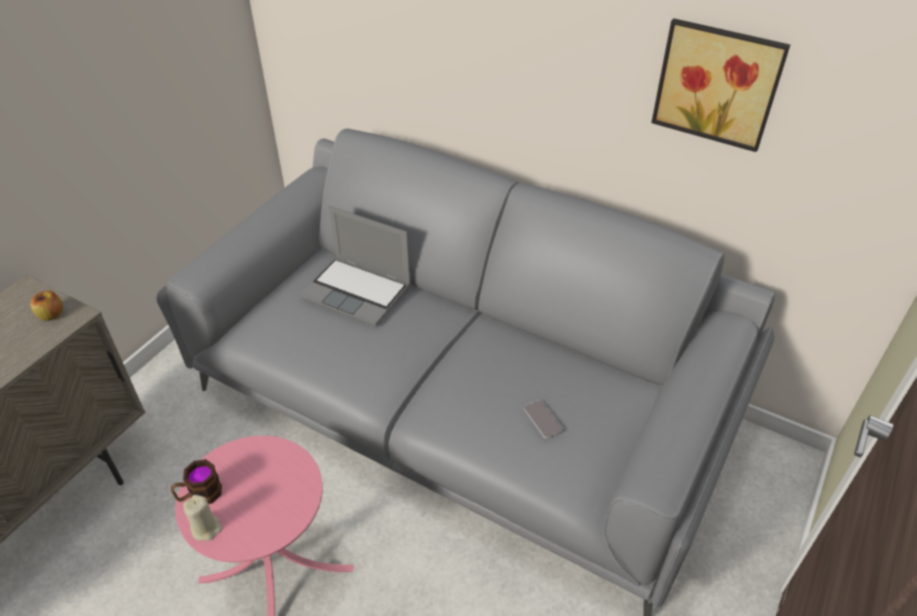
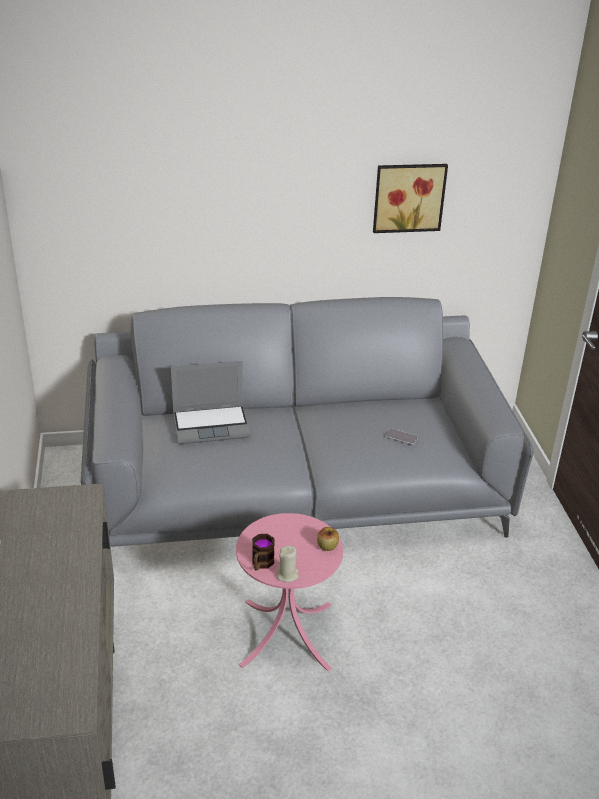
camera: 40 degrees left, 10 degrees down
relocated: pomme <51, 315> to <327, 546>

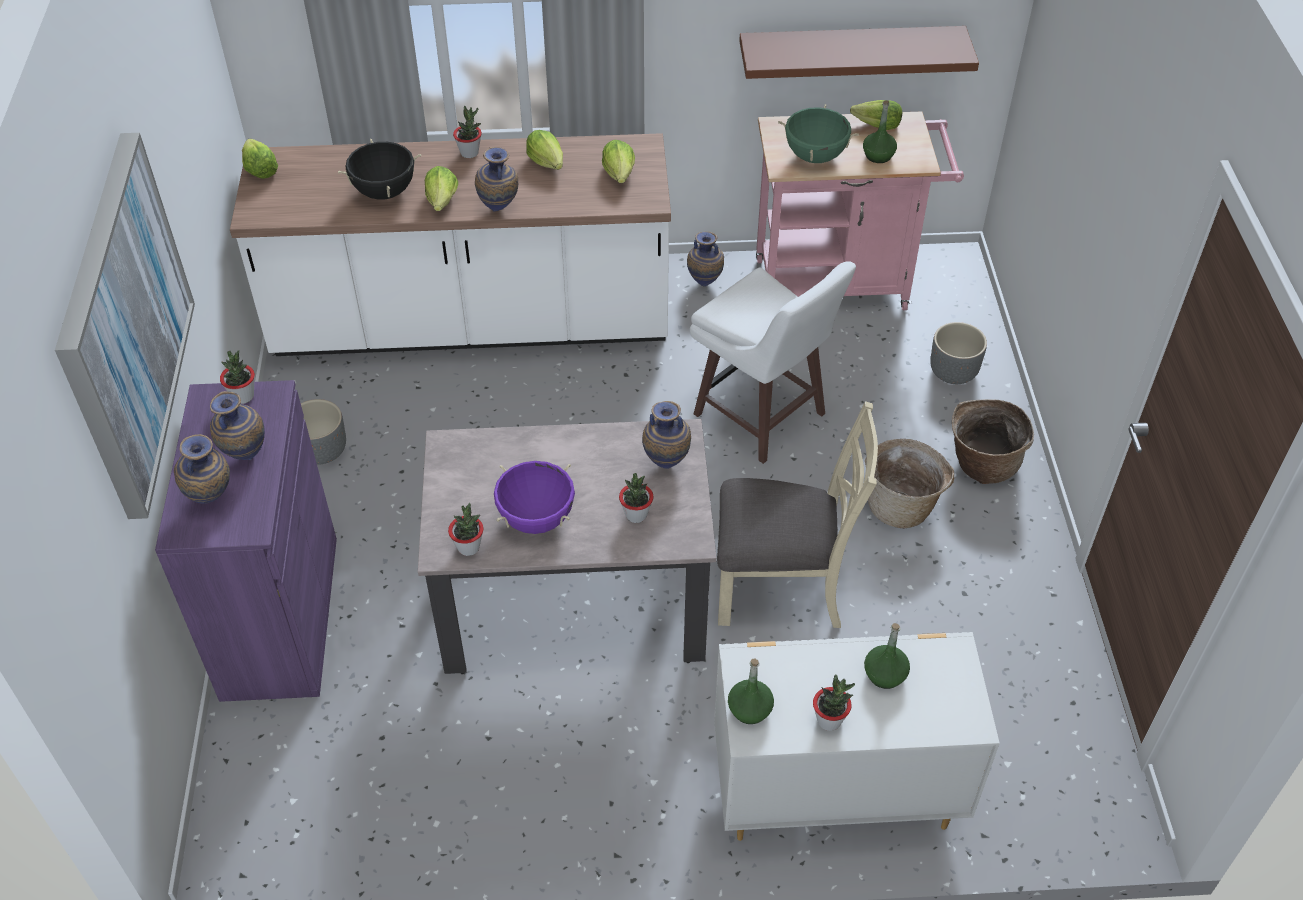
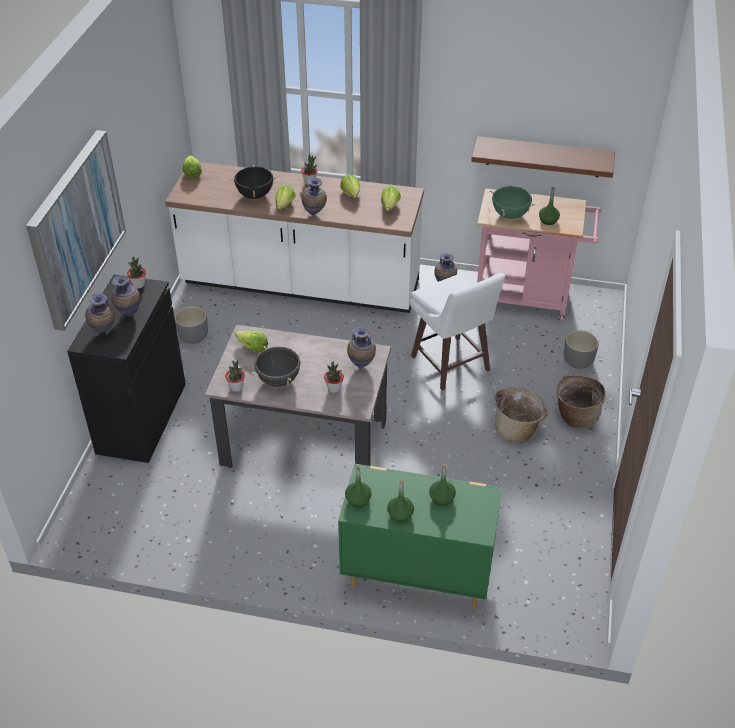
camera: 15 degrees right, 5 degrees down
missing: chaise [beige] <781, 585>
relocated: laitue <876, 126> to <252, 347>
exchanged: plante en pot <829, 720> to bouteille [vert] <400, 514>
colour: meuble de rangement [violet] <280, 616> to meuble de rangement [noir] <141, 418>; marmite [violet] <536, 518> to marmite [noir] <278, 380>; commode [blanc] <833, 792> to commode [vert] <416, 574>

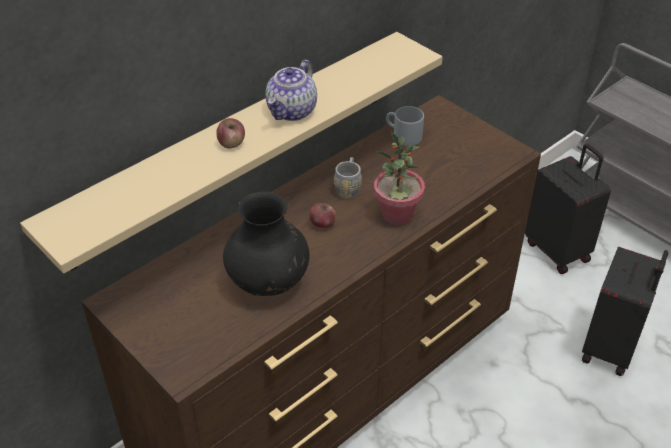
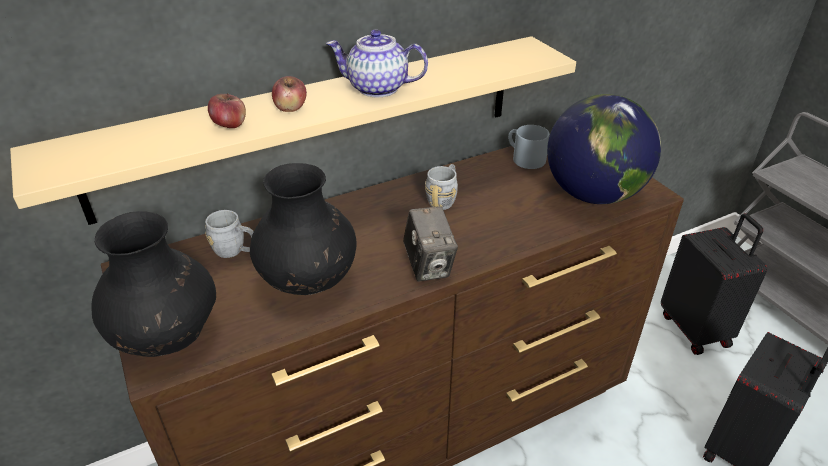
camera: 15 degrees right, 5 degrees down
missing: plante en pot <397, 215>
appeared: globe <593, 194>; appareil photo <429, 266>; mug [gris] <236, 251>; vase [noir] <168, 338>
relocated: pomme <322, 224> to <230, 125>
spun: théière <292, 111> = <377, 88> 60 degrees clockwise

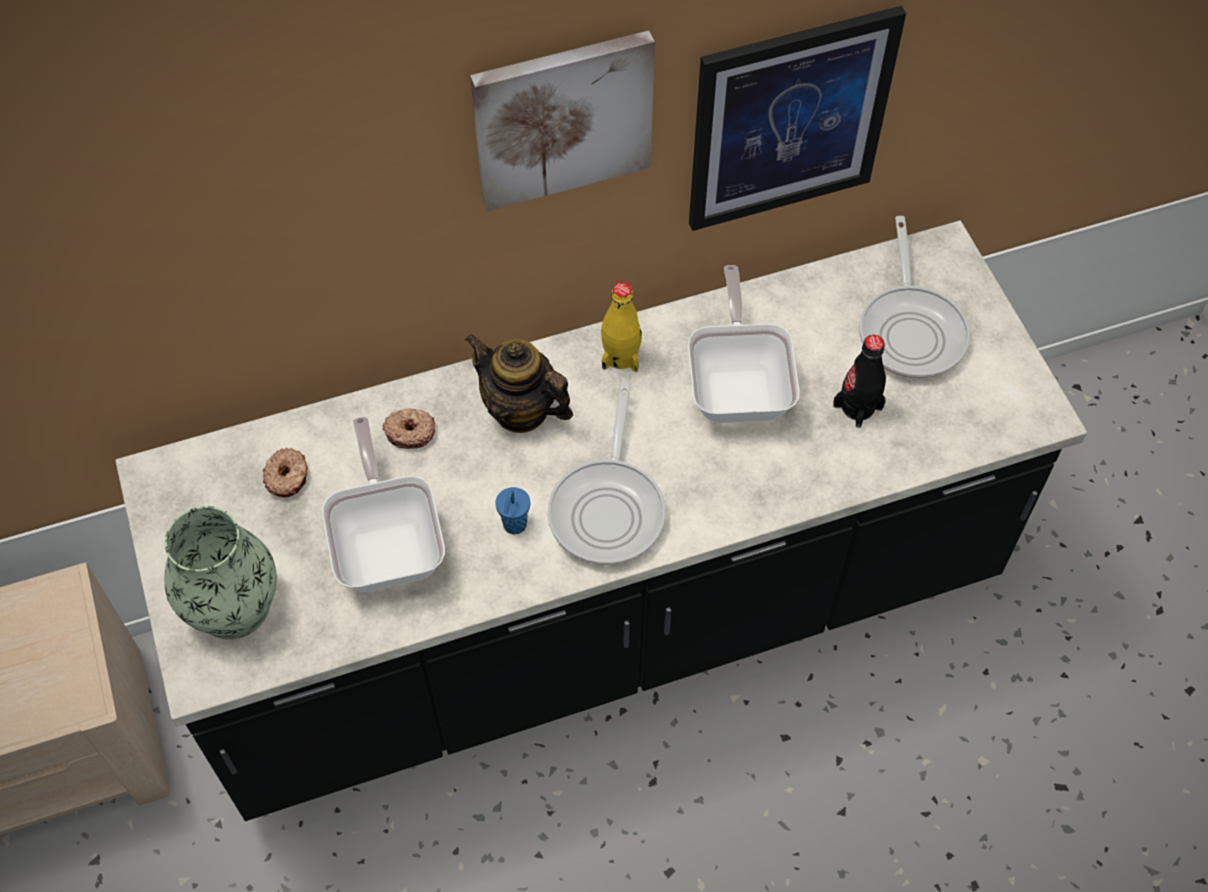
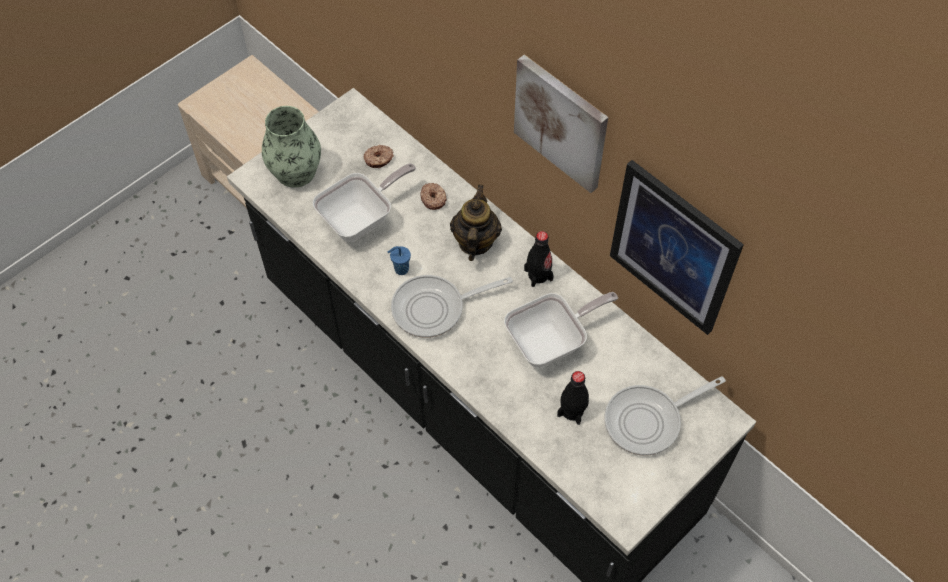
camera: 65 degrees right, 0 degrees up
colour: bouteille [jaune] <621, 355> to bouteille [noir] <538, 275>

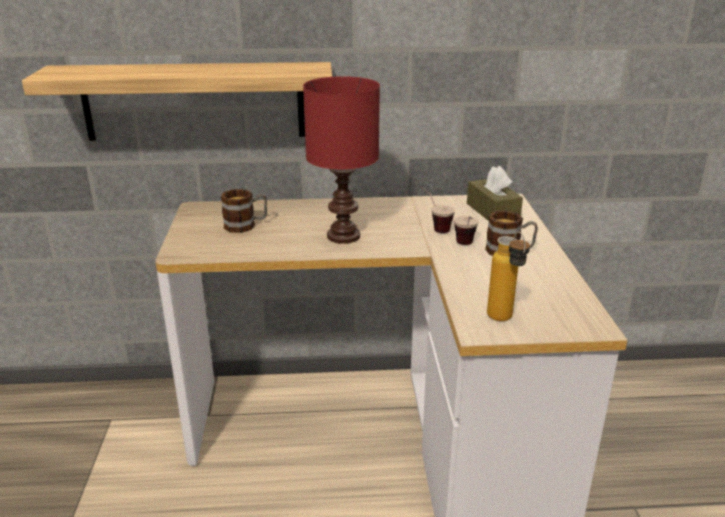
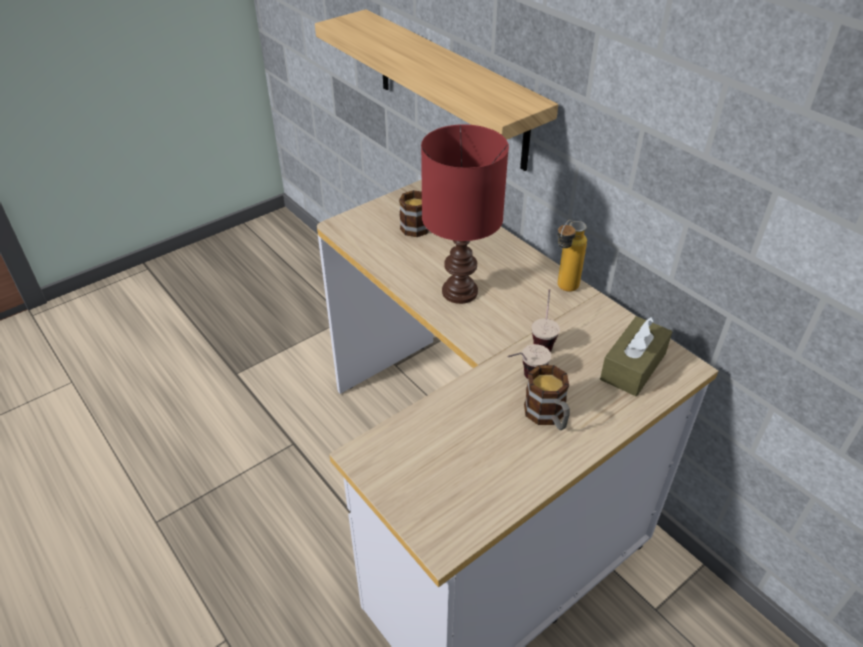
camera: 55 degrees right, 15 degrees up
relocated: bouteille <504, 321> to <563, 290>

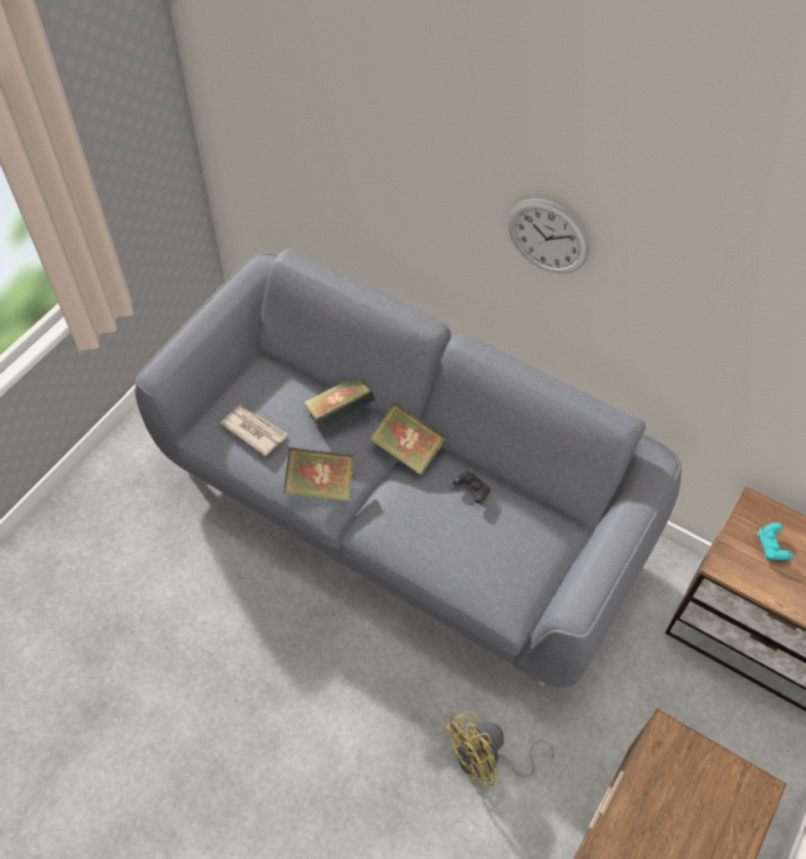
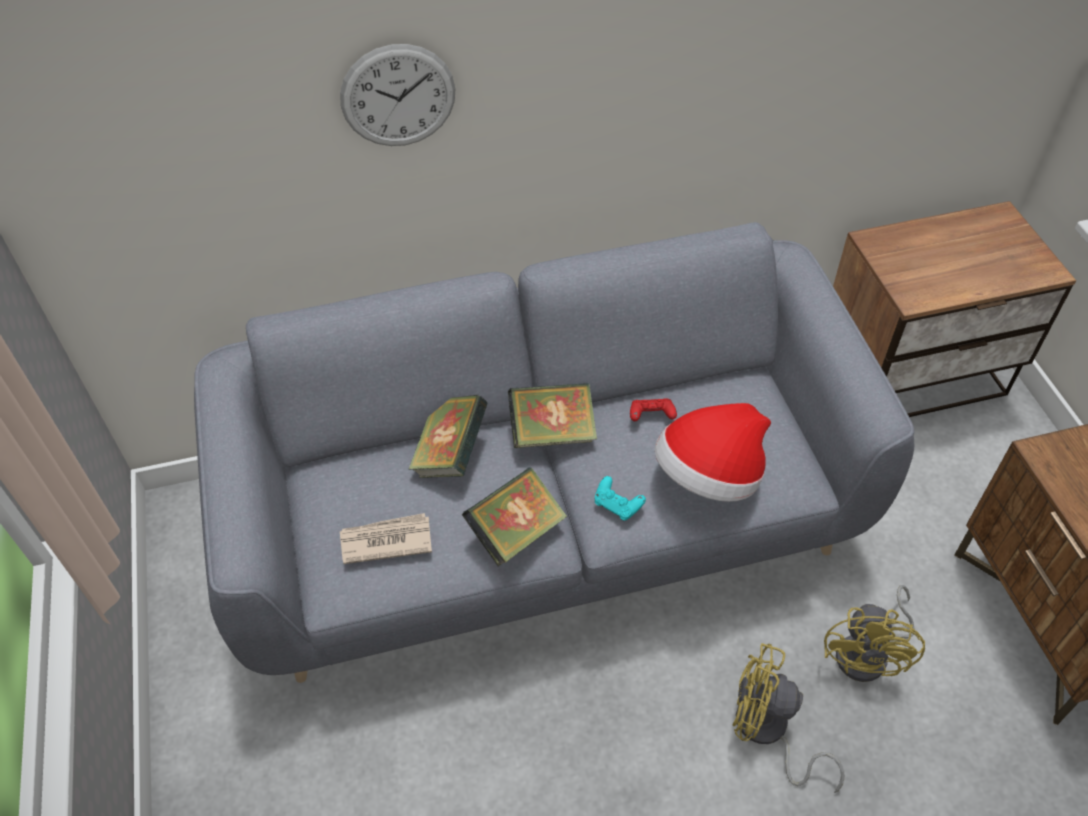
camera: 45 degrees left, 5 degrees down
appeared: chapeau <710, 476>; ventilateur [jaune] <767, 732>
relocated: horloge murale <548, 236> to <398, 96>; manette [turquoise] <771, 547> to <617, 505>
colour: manette [noir] <471, 490> to manette [rouge] <651, 416>

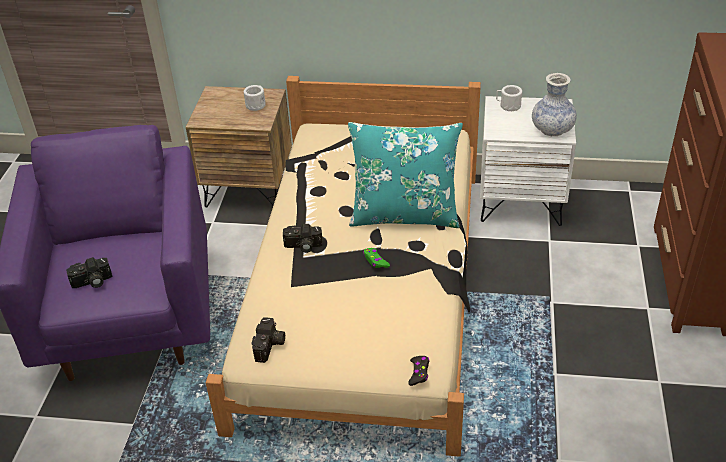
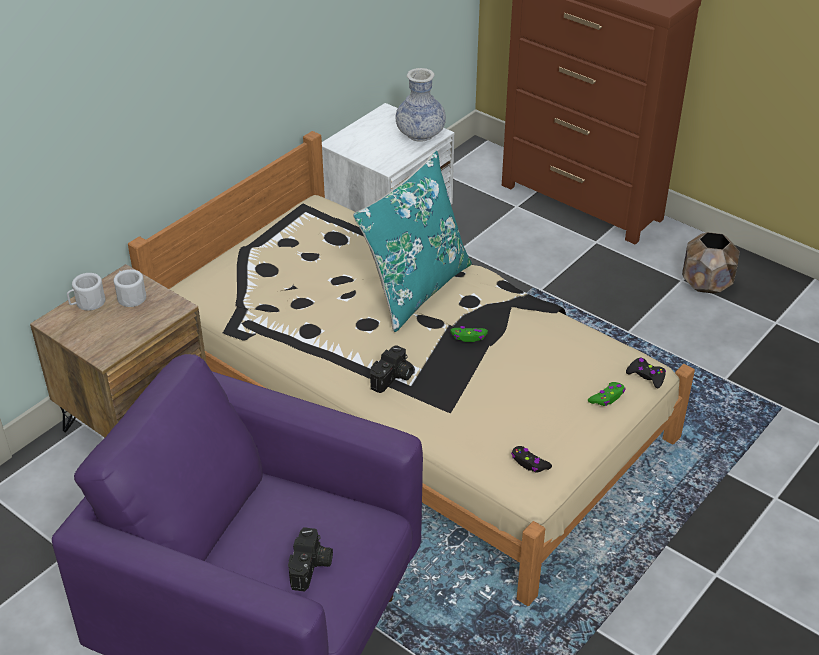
camera: 60 degrees left, 0 degrees up
appeared: cache-pot [marron] <706, 284>; manette [vert] <607, 397>
relocated: mug [blanc] <508, 105> to <87, 303>
exchanged: appareil photo <270, 346> to manette [noir] <529, 463>

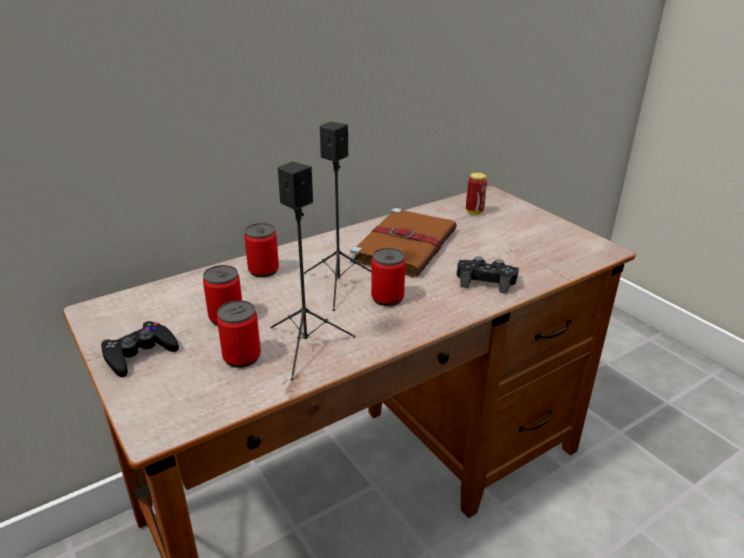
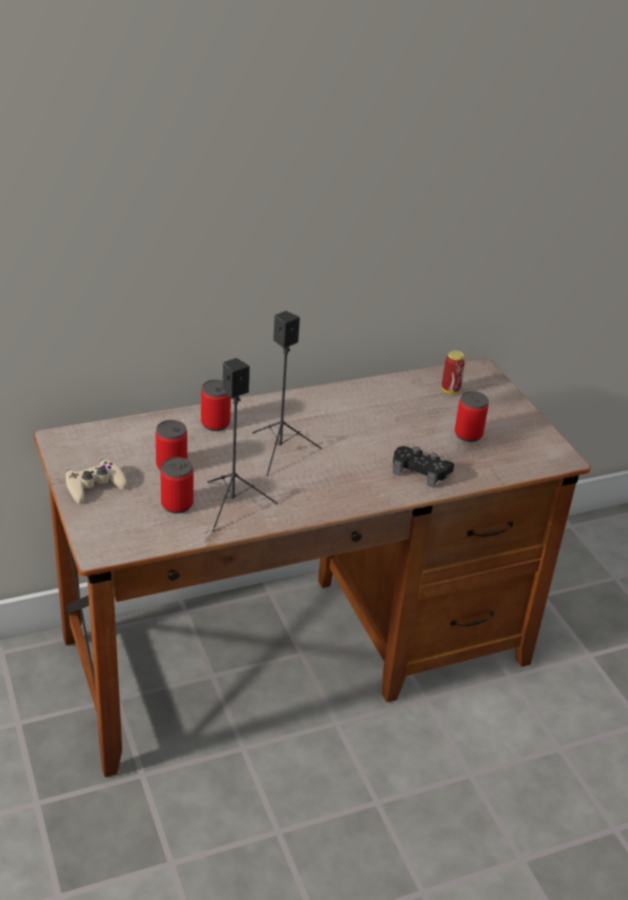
camera: 10 degrees right, 5 degrees up
missing: livre [marron] <405, 245>
relocated: boîte métallique <387, 298> to <468, 434>
colour: manette [noir] <139, 354> to manette [beige] <94, 486>

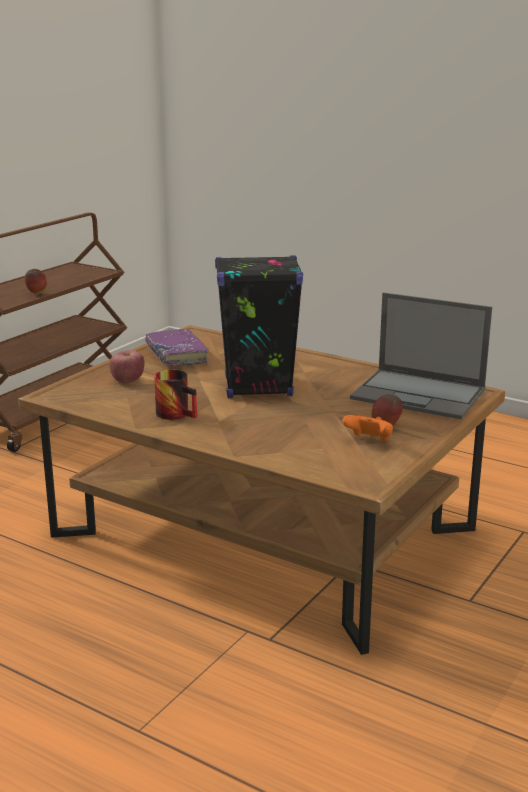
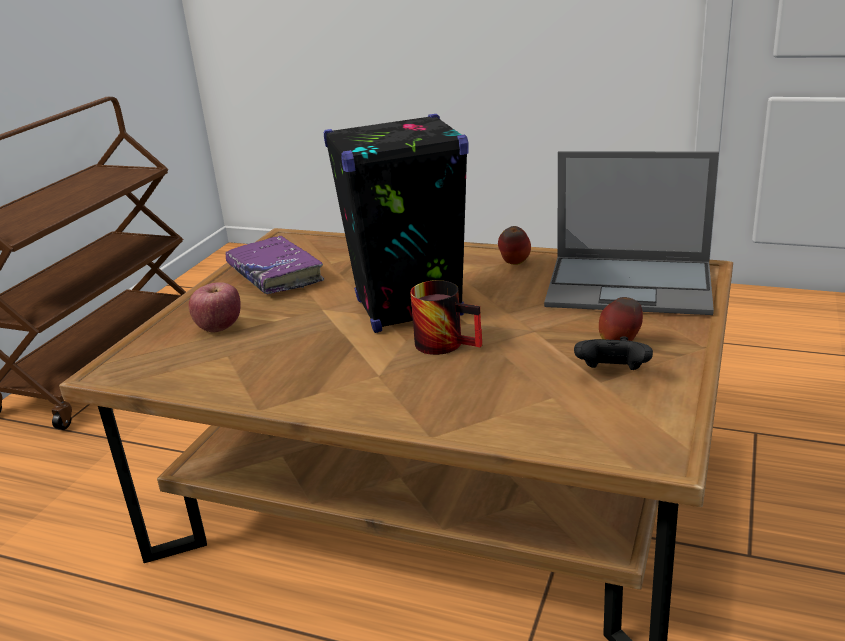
camera: 10 degrees left, 5 degrees up
relocated: pomme <36, 293> to <514, 264>; mug <179, 413> to <448, 342>
colour: manette [orange] <369, 441> to manette [noir] <612, 374>

